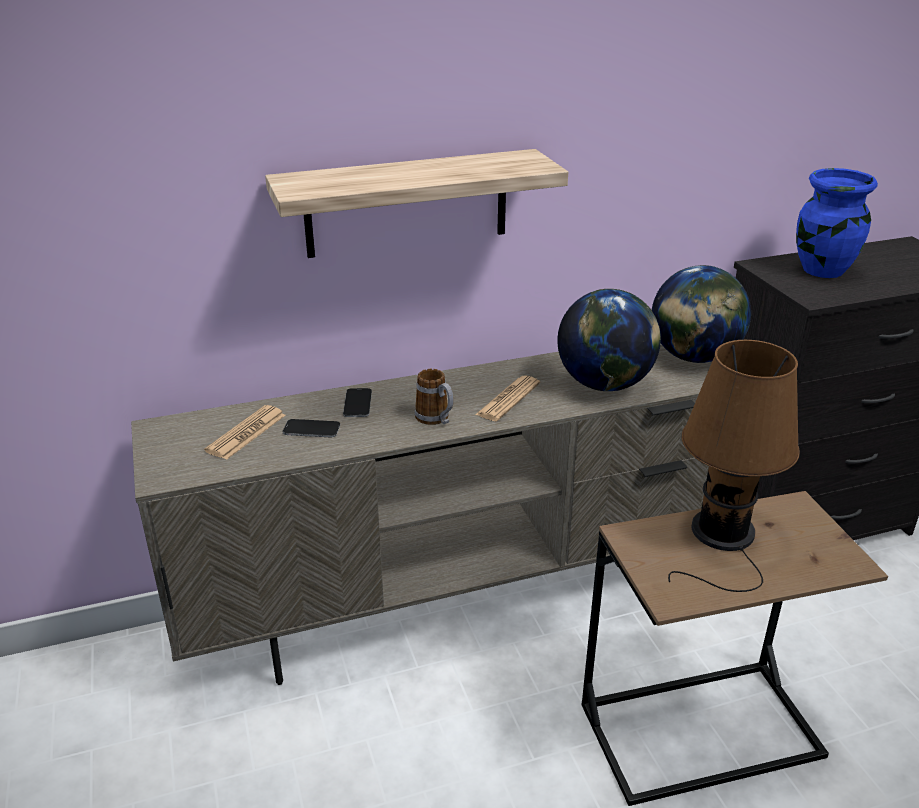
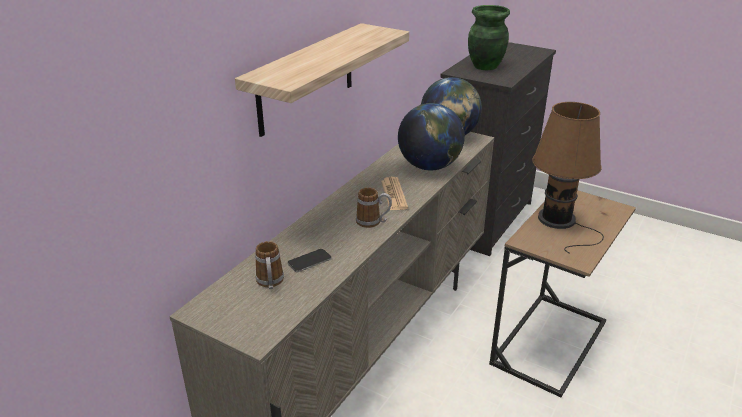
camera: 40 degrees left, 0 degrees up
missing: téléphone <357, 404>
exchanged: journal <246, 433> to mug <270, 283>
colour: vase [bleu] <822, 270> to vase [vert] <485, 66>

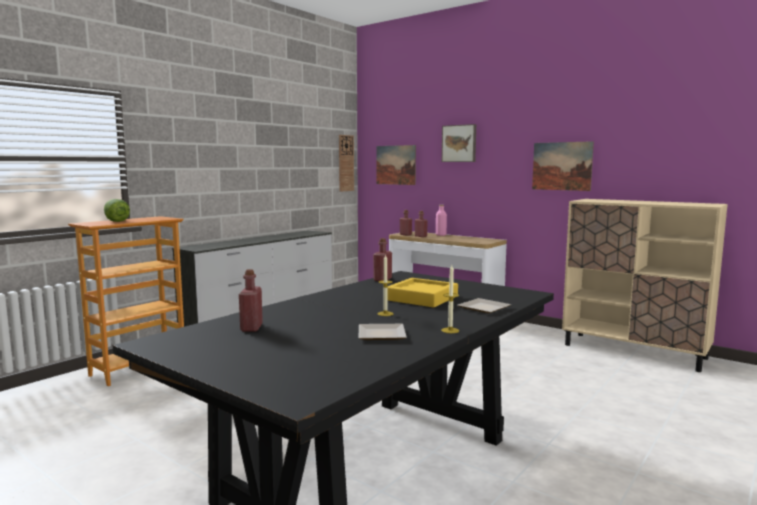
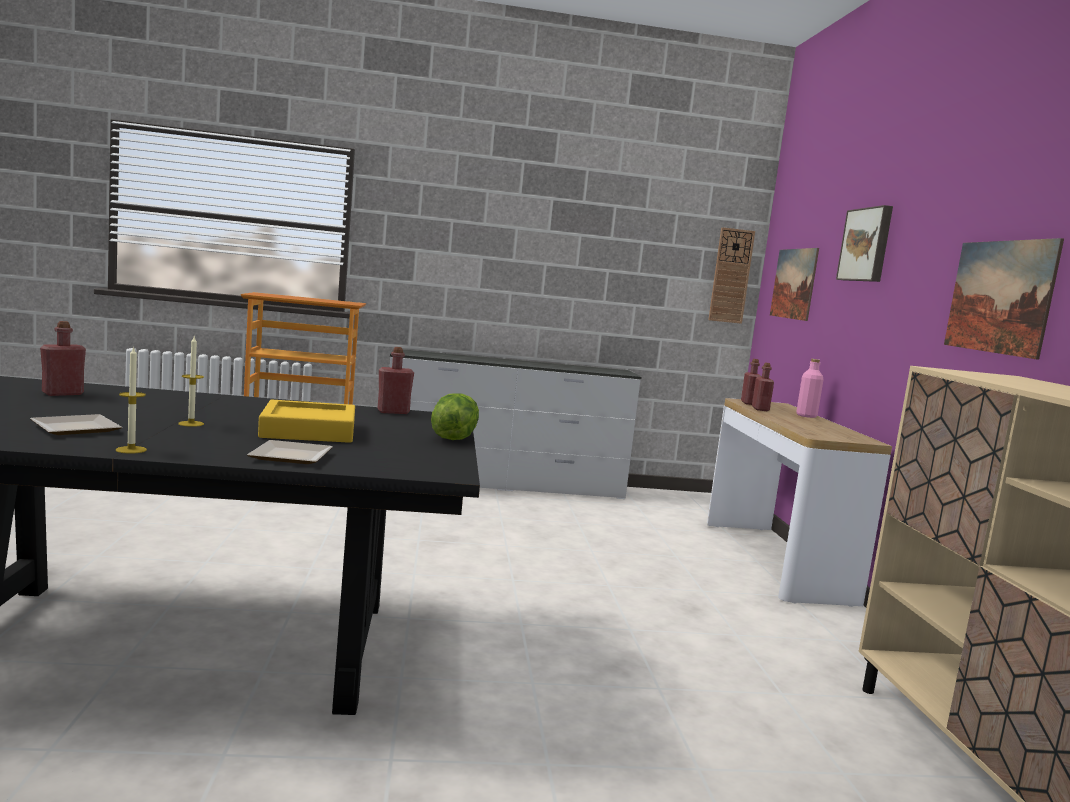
camera: 45 degrees right, 0 degrees up
relocated: laitue <116, 221> to <453, 438>

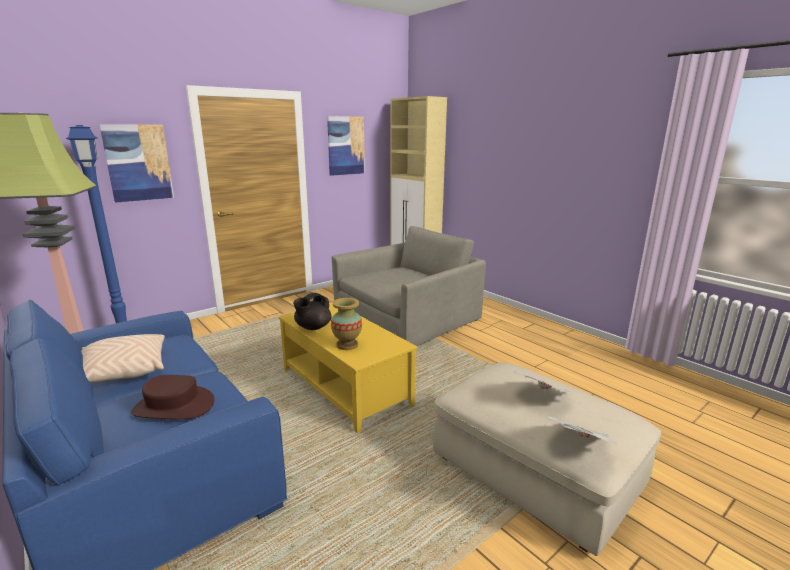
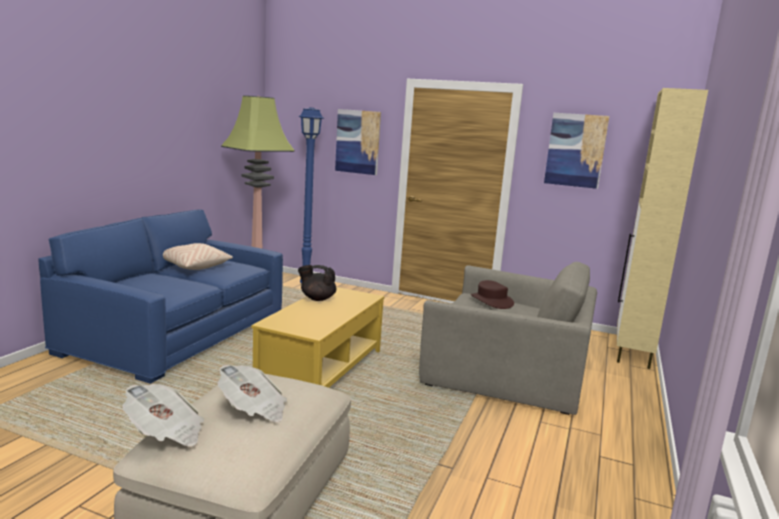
camera: 60 degrees right, 5 degrees down
missing: vase <347, 345>
relocated: chapeau [marron] <173, 406> to <491, 301>

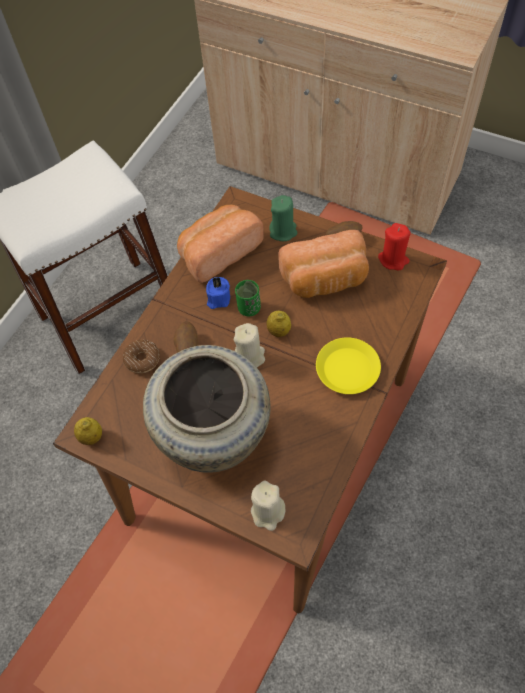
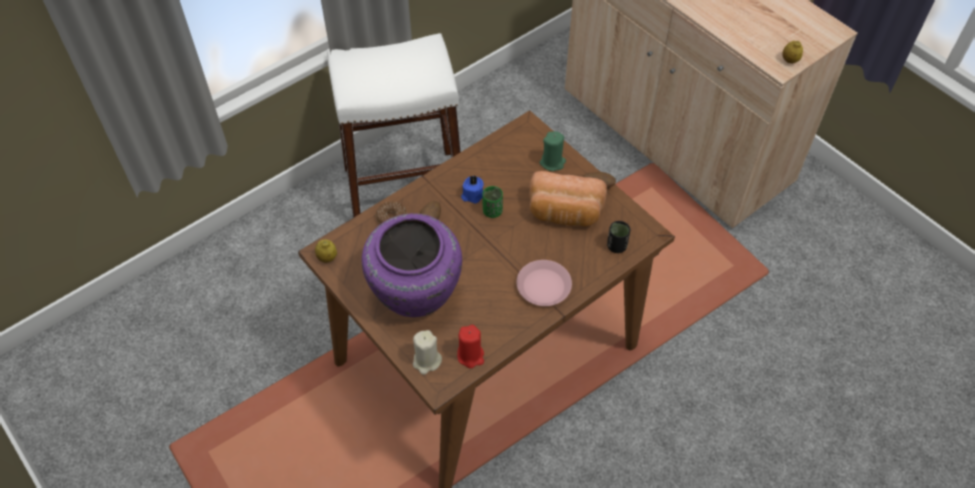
camera: 20 degrees right, 5 degrees down
missing: pain <219, 252>; bougie [beige] <249, 357>
appeared: tasse [noir] <616, 246>
relocated: bougie [rouge] <393, 259> to <470, 355>; citron <279, 331> to <789, 60>
colour: assiette [jaune] <347, 369> to assiette [rose] <543, 286>; vase [beige] <215, 440> to vase [violet] <415, 296>

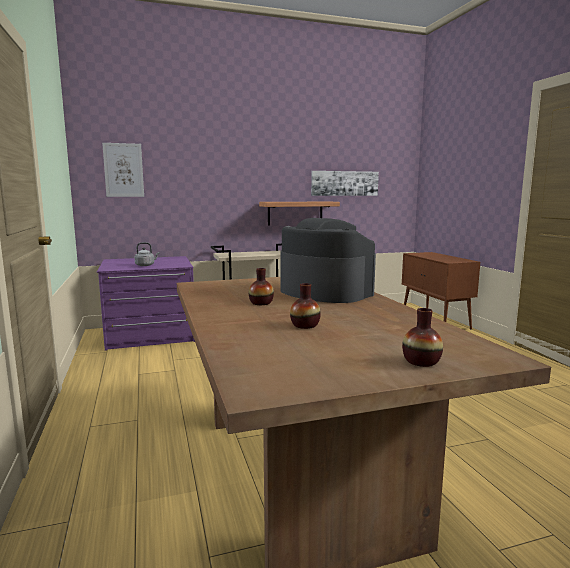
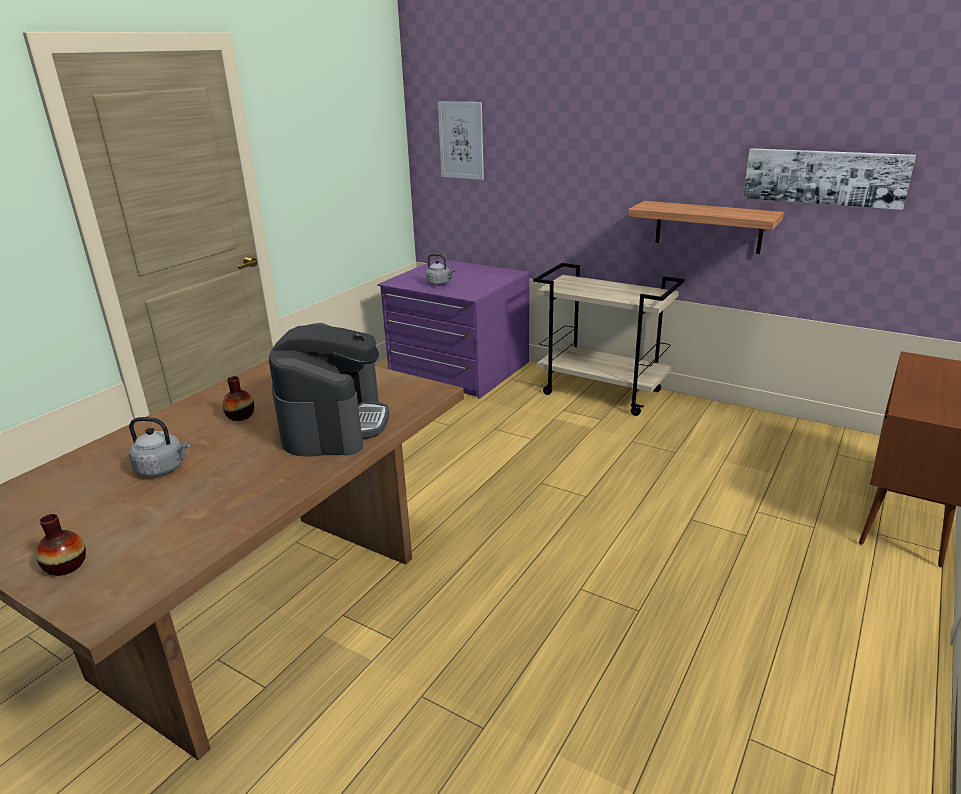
camera: 50 degrees right, 15 degrees up
exchanged: vase <305, 325> to bouilloire [gris] <163, 469>

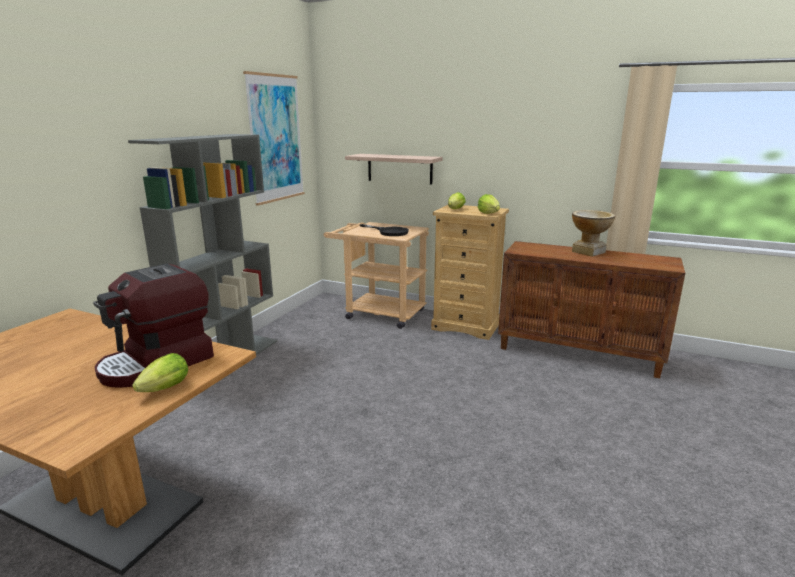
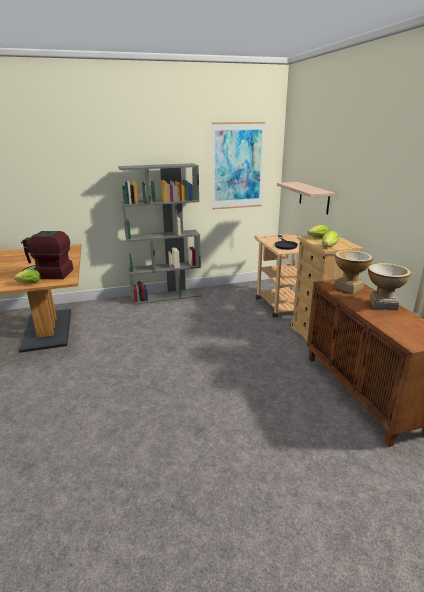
camera: 50 degrees right, 5 degrees up
appeared: vase <348, 288>

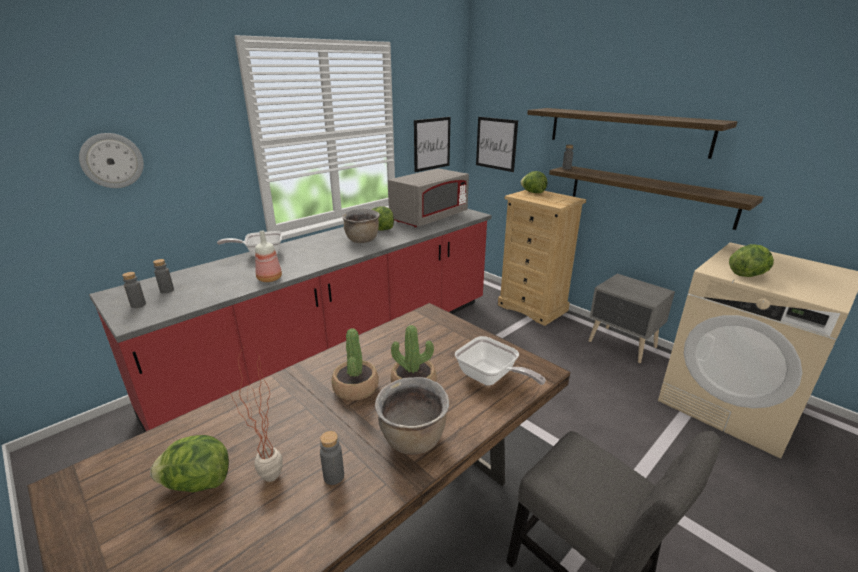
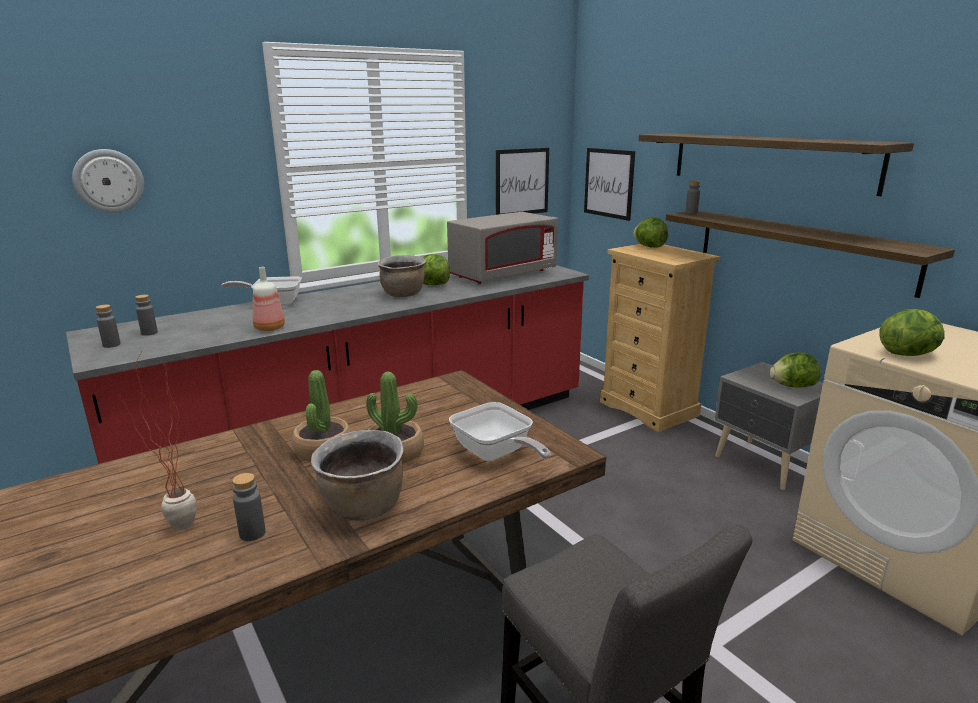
camera: 10 degrees right, 5 degrees down
relocated: laitue <197, 483> to <792, 386>

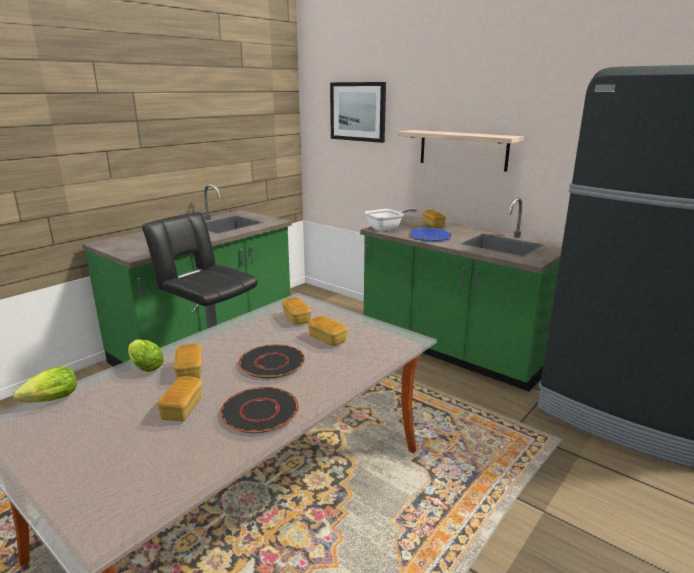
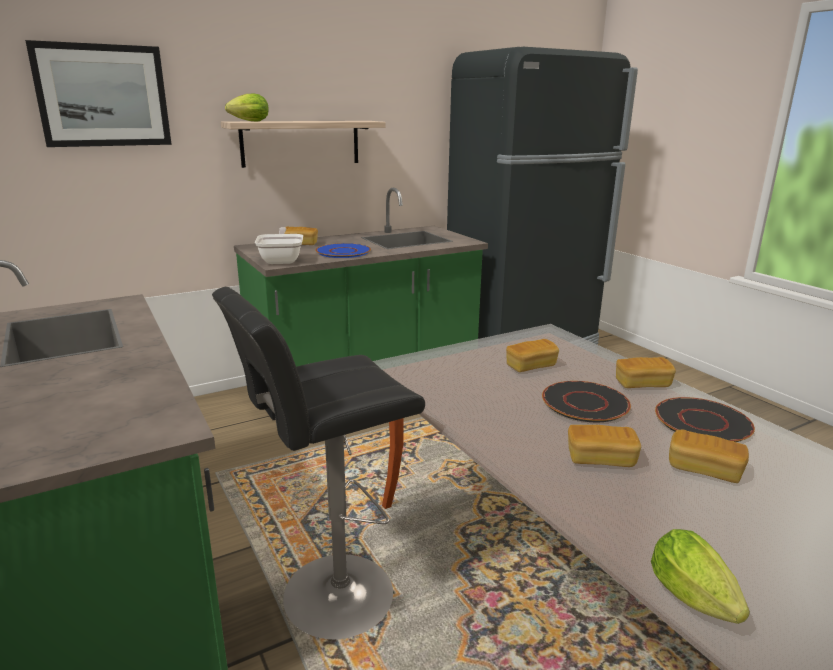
camera: 70 degrees left, 0 degrees up
relocated: pain <297, 319> to <642, 384>; laitue <144, 366> to <247, 121>

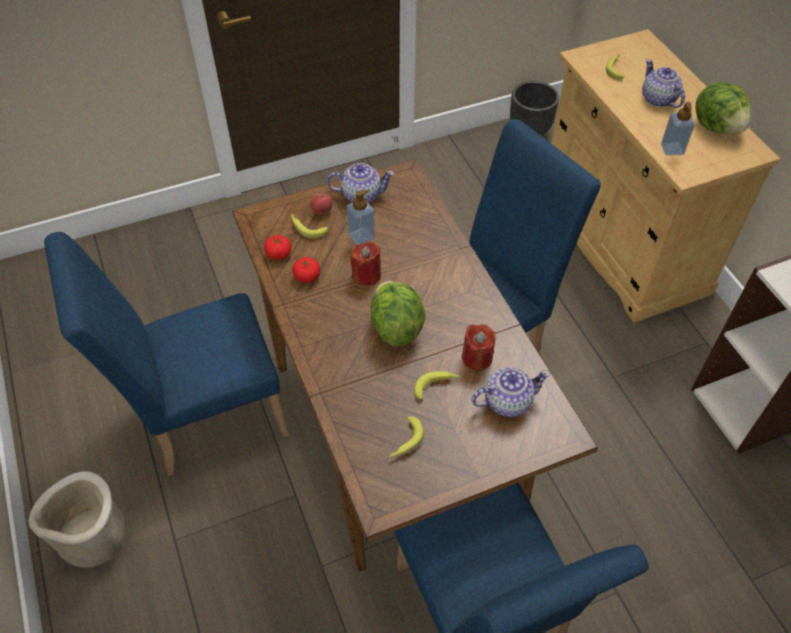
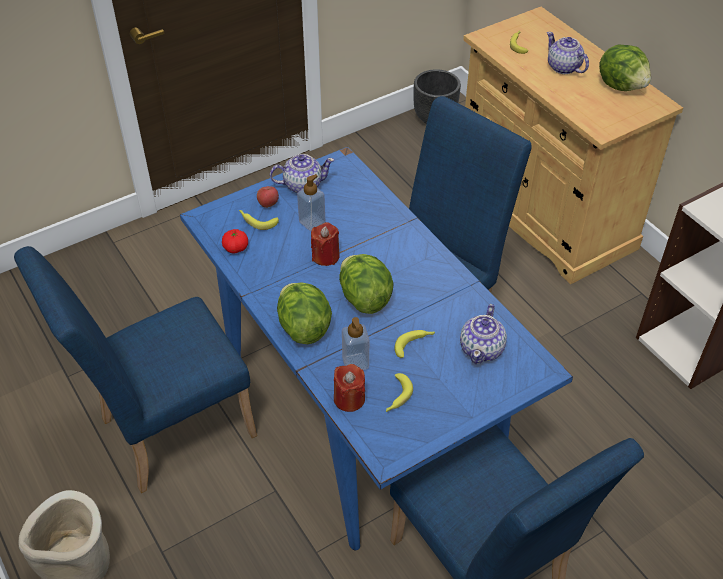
camera: 10 degrees left, 5 degrees down
missing: tomate <307, 276>
appeared: laitue <303, 327>
relocated: distributeur de savon <672, 149> to <355, 362>; bougie [rouge] <477, 357> to <349, 399>
colour: table à manger [marron] <395, 427> to table à manger [bleu] <361, 413>
spun: théière <506, 401> = <482, 349> 135 degrees clockwise

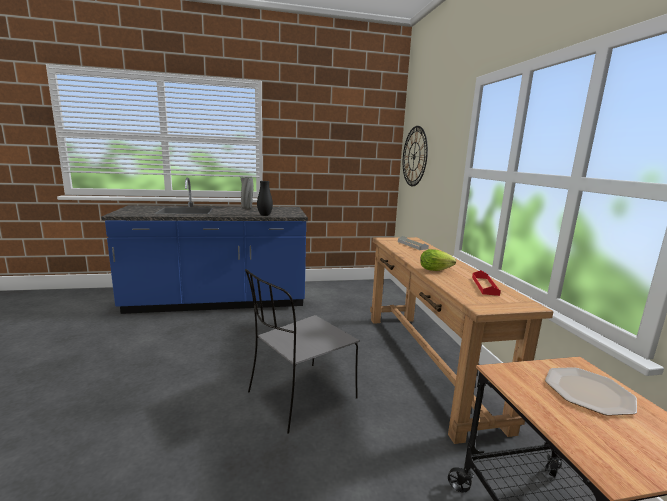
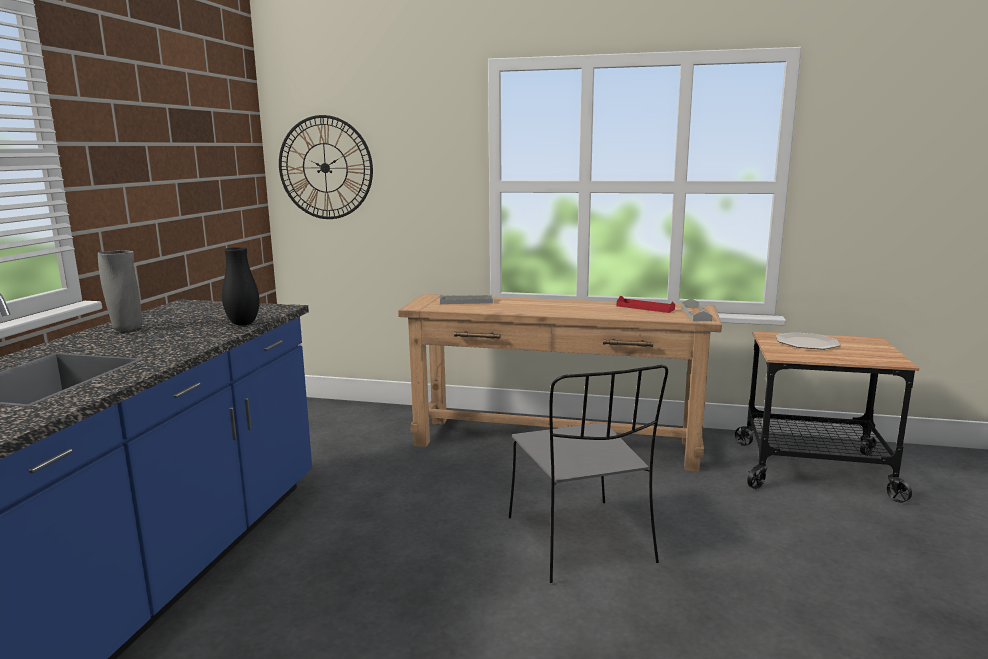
camera: 65 degrees left, 0 degrees up
missing: laitue <437, 270>
appeared: plateau [gris] <696, 314>

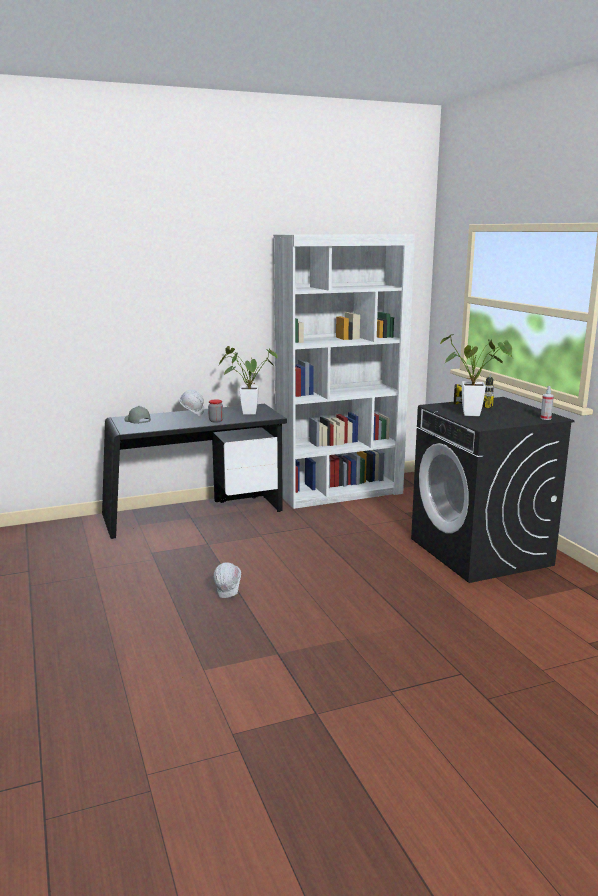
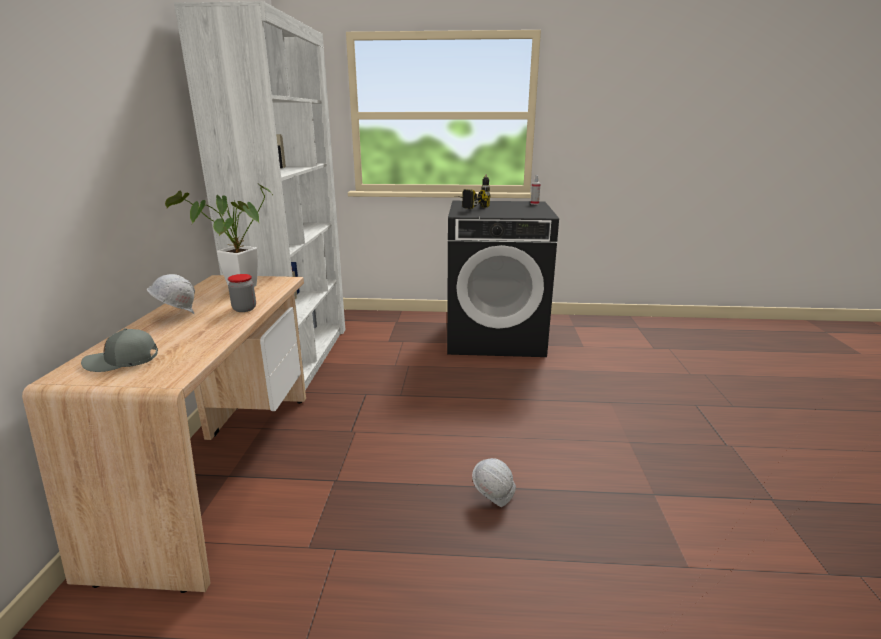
camera: 65 degrees left, 5 degrees up
missing: plante en pot <476, 414>
colour: bureau [noir] <194, 515> to bureau [beige] <223, 470>

